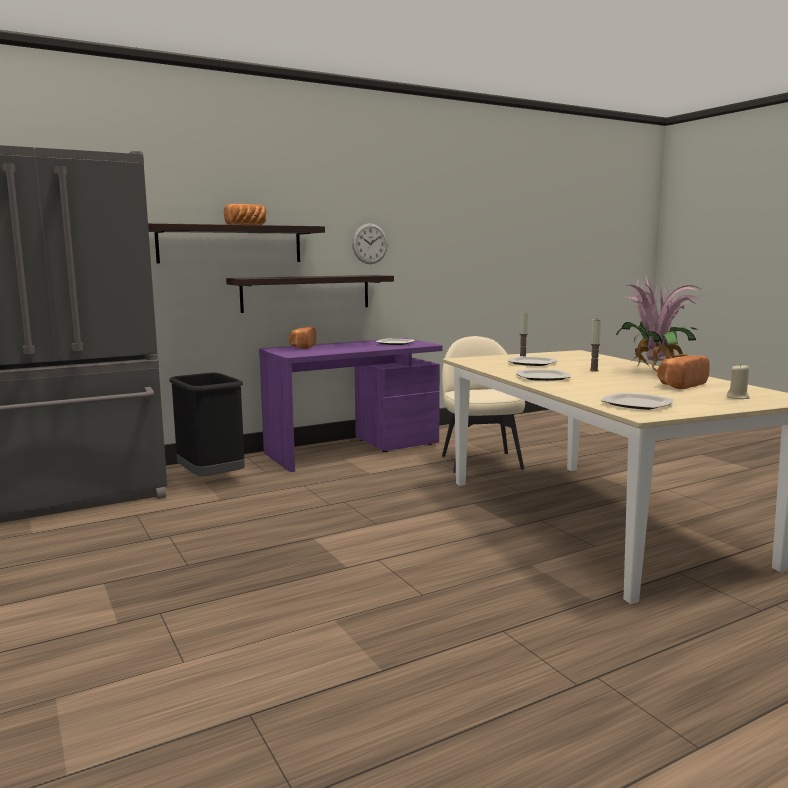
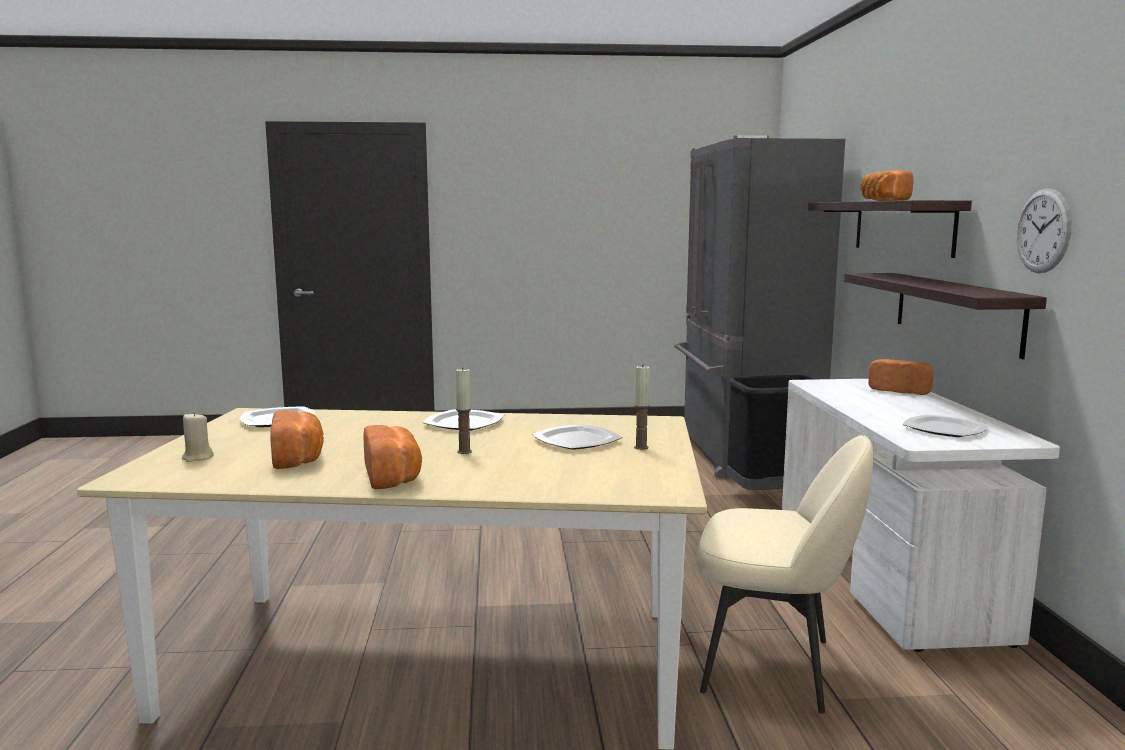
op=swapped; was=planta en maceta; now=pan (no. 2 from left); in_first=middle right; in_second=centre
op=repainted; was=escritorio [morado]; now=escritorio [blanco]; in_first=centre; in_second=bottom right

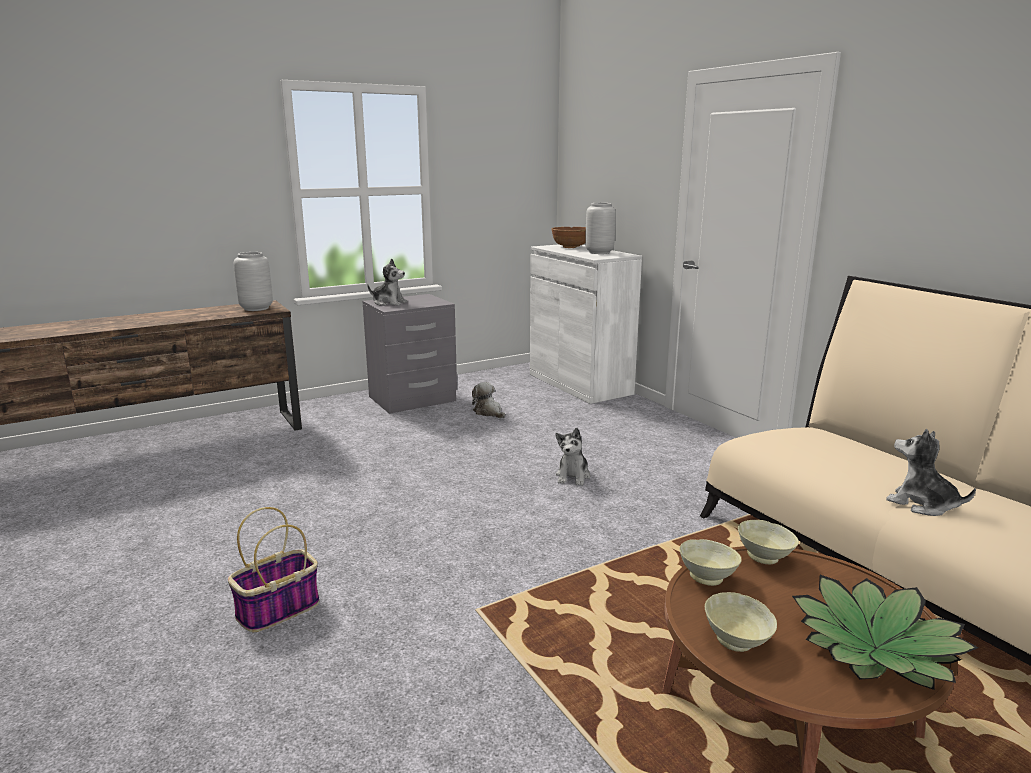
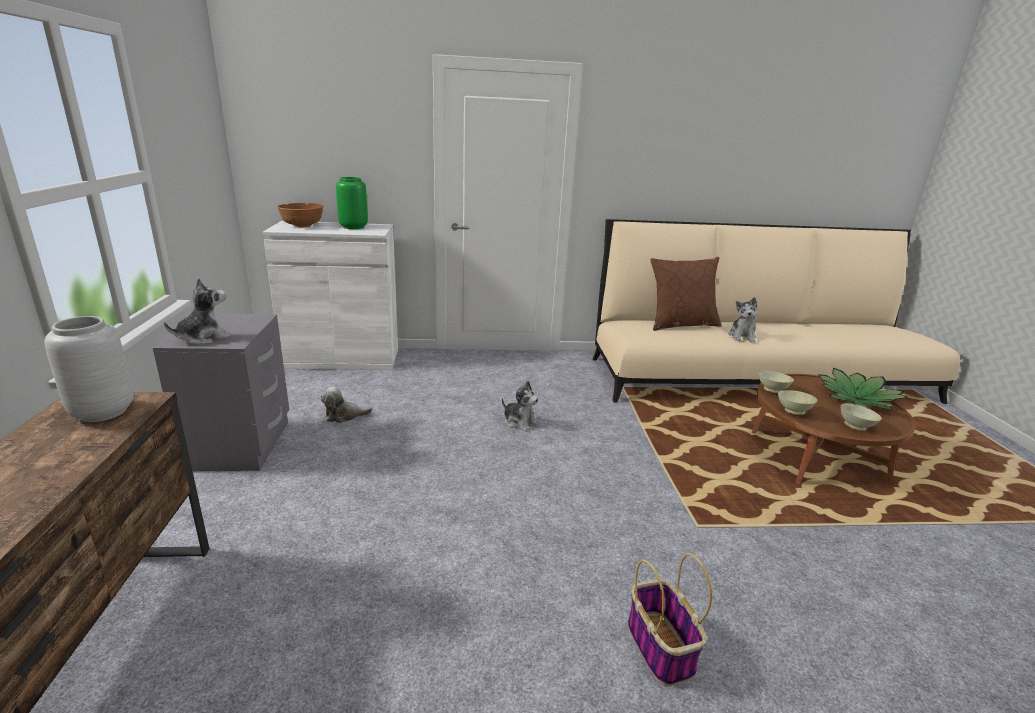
op=repainted; was=florero [gris] (no. 2 from left); now=florero [verde]; in_first=top centre; in_second=top centre
op=new; now=cojín [marrón]; in_second=centre
op=rotated; was=peluche (no. 4 from left); in_first=middle right; in_second=middle right; clockwise=-60

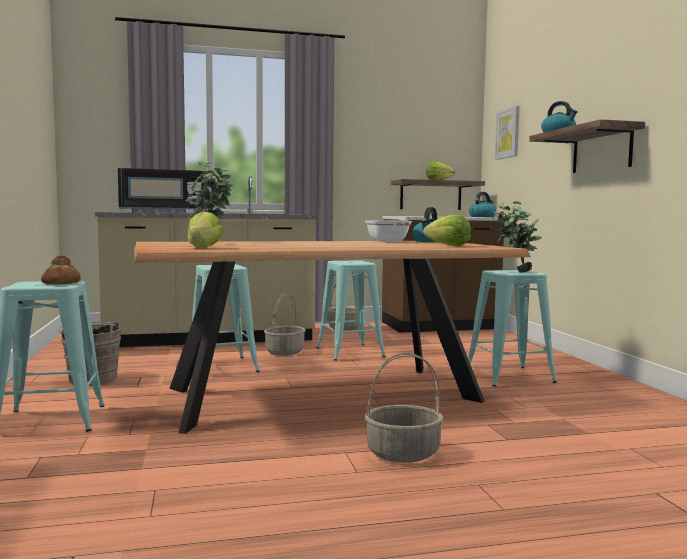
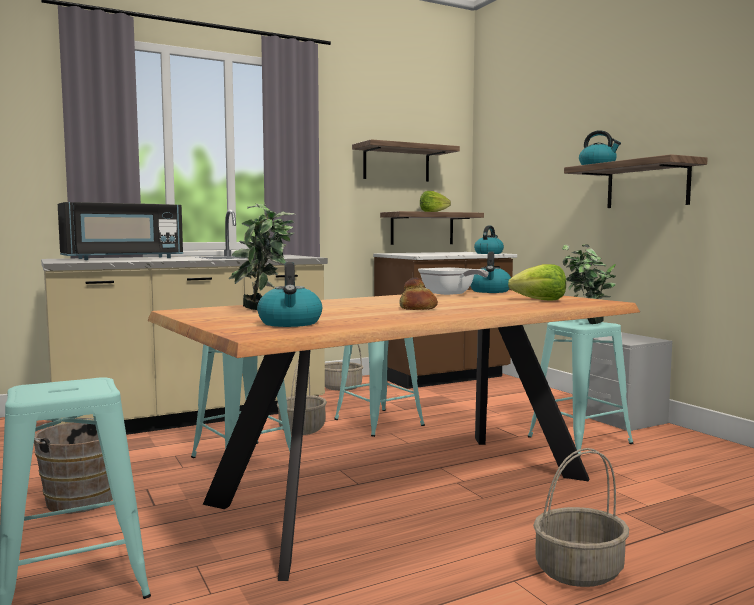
op=swapped; was=lechuga (no. 1 from left); now=hervidor (no. 1 from left); in_first=middle left; in_second=centre
op=new; now=estante (no. 1 from left); in_second=top centre
op=shifted; was=pan; in_first=middle left; in_second=centre
op=new; now=mesita de noche [gris]; in_second=middle right
op=gone; was=cuadro; in_first=top right

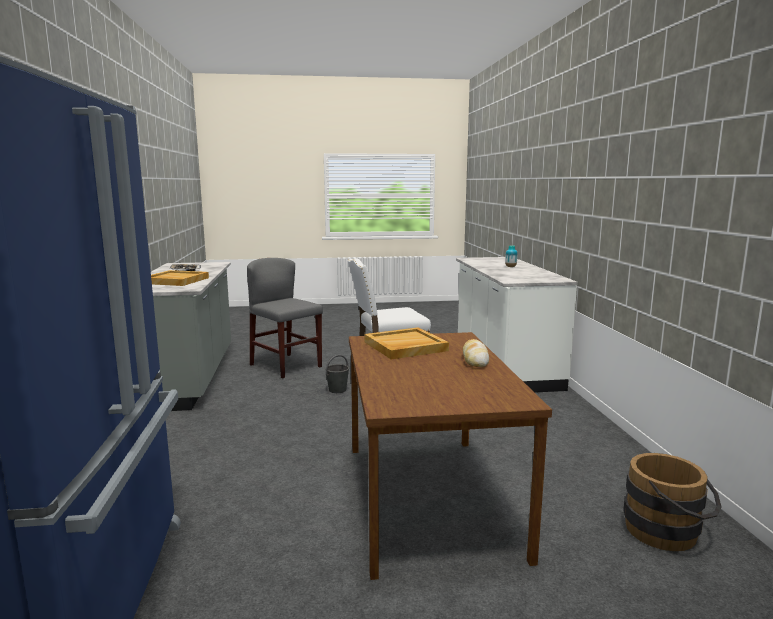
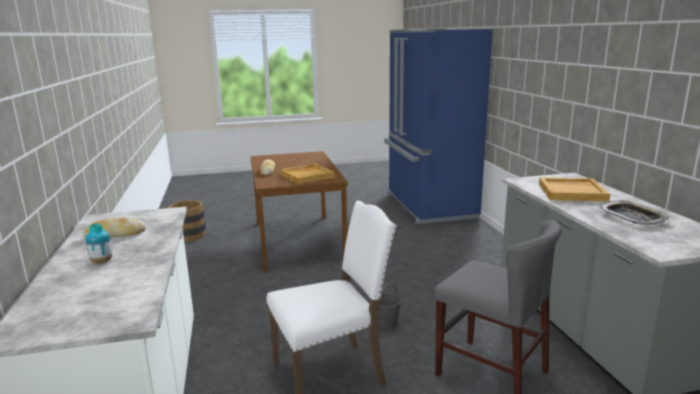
op=new; now=pan (no. 1 from left); in_second=middle left

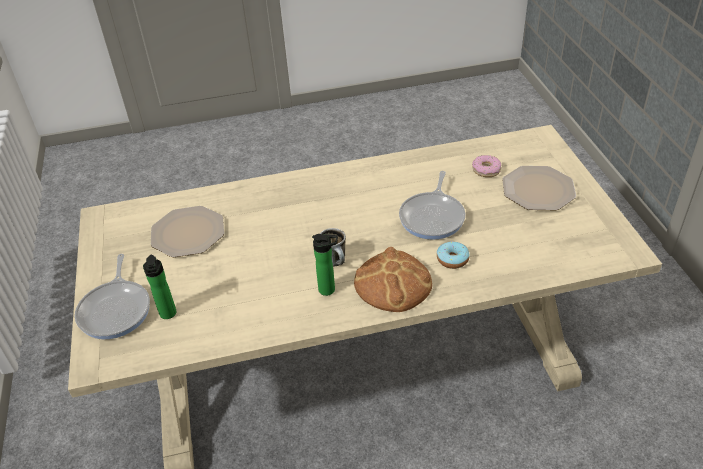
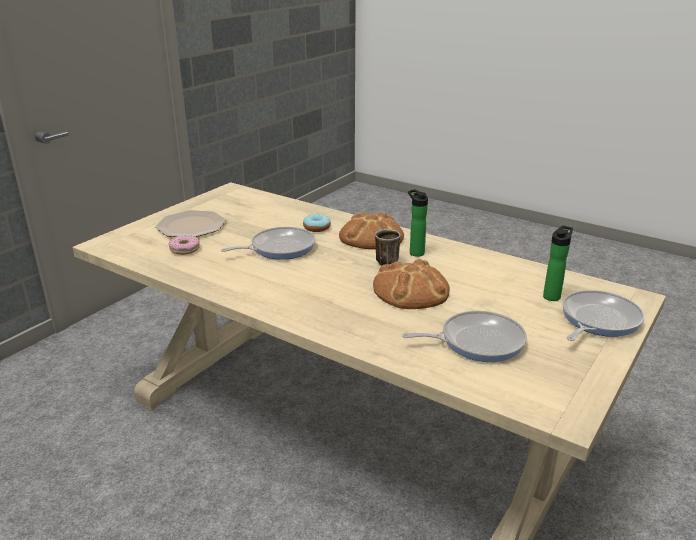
op=new; now=pan (no. 2 from left); in_second=centre
op=swapped; was=plato (no. 1 from left); now=sartén (no. 2 from left); in_first=middle left; in_second=middle right

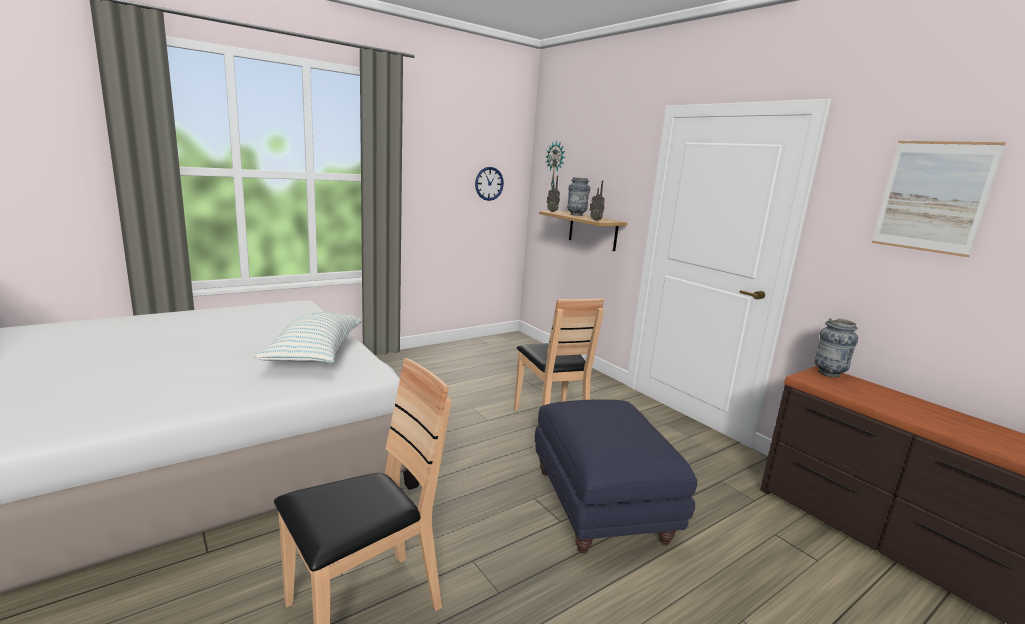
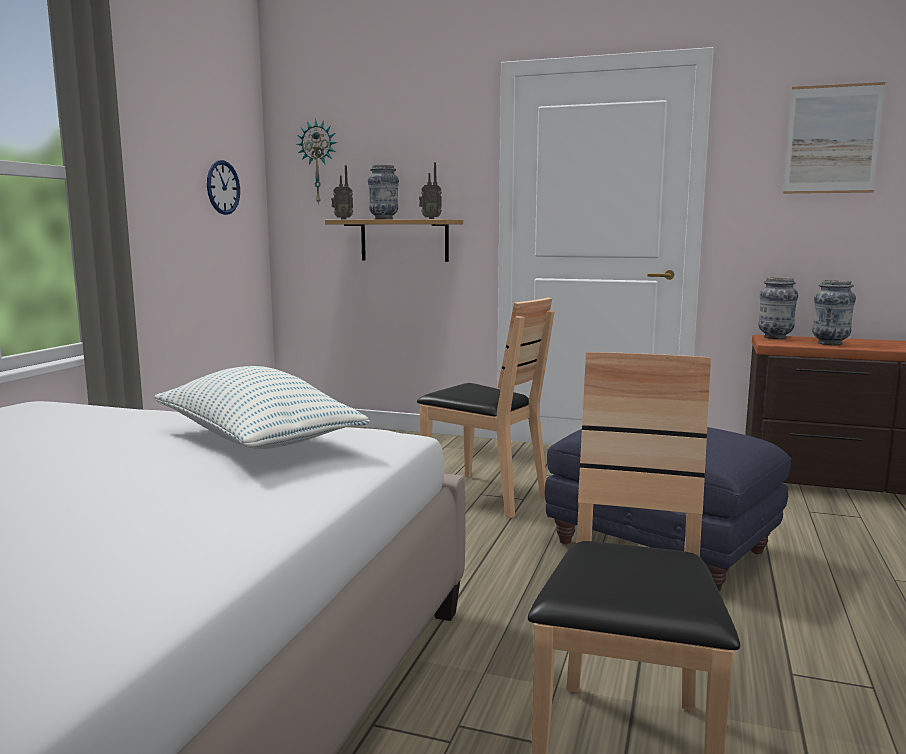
op=new; now=florero (no. 3 from left); in_second=middle right

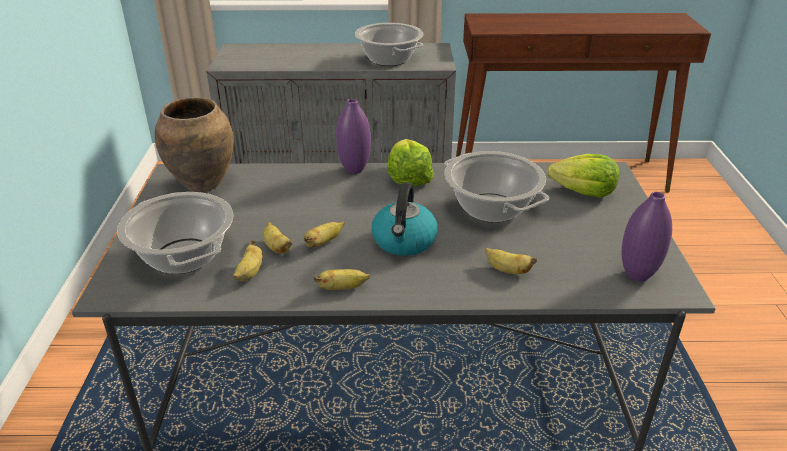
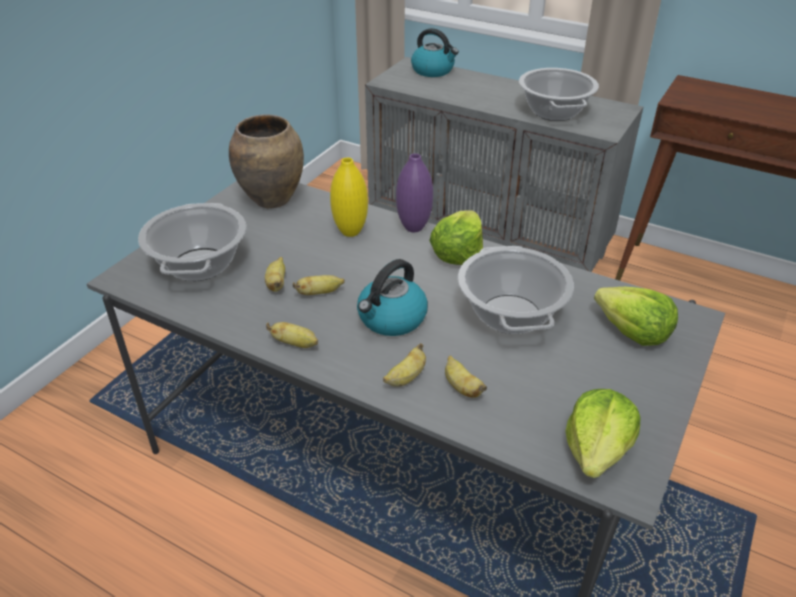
op=new; now=florero [amarillo]; in_second=top centre
op=shifted; was=plátano (no. 1 from left in the first image); now=plátano (no. 4 from left); in_first=middle left; in_second=centre
op=new; now=hervidor (no. 2 from left); in_second=top centre
op=swapped; was=florero [morado] (no. 2 from left); now=lechuga (no. 2 from left); in_first=middle right; in_second=bottom right

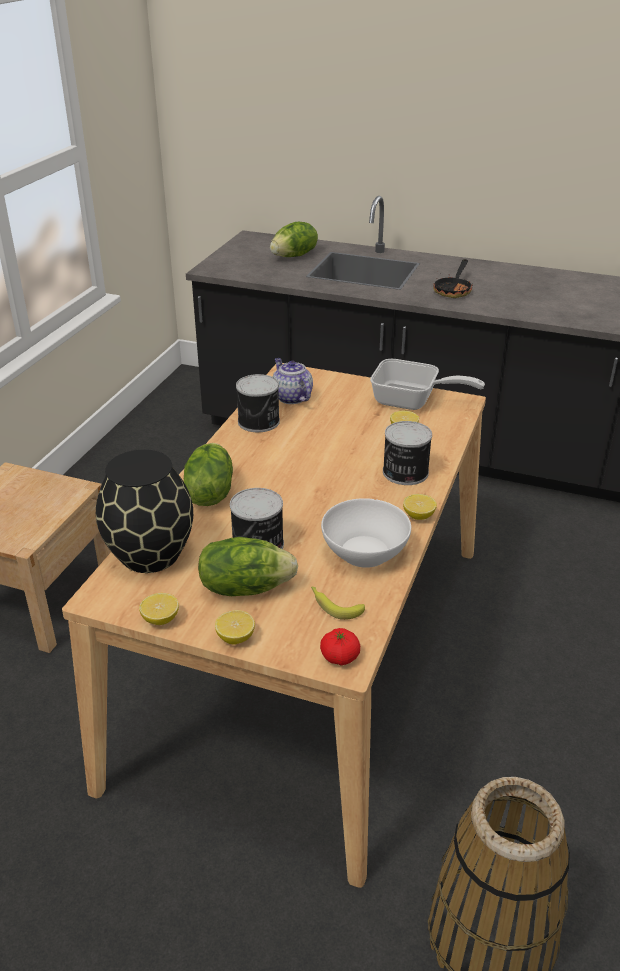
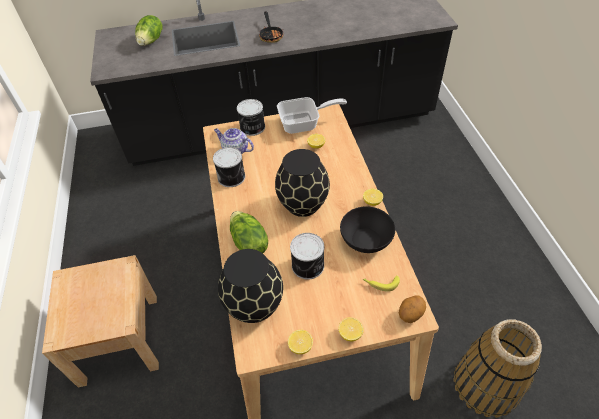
op=shifted; was=lata (no. 3 from left in the first image); now=lata (no. 2 from left); in_first=centre; in_second=top centre
op=new; now=florero [negro] (no. 2 from left); in_second=centre
op=repainted; was=cuenco [blanco]; now=cuenco [negro]; in_first=centre; in_second=centre
op=swapped; was=tomate; now=patata; in_first=centre; in_second=bottom right
op=gone; was=lechuga (no. 2 from left); in_first=centre

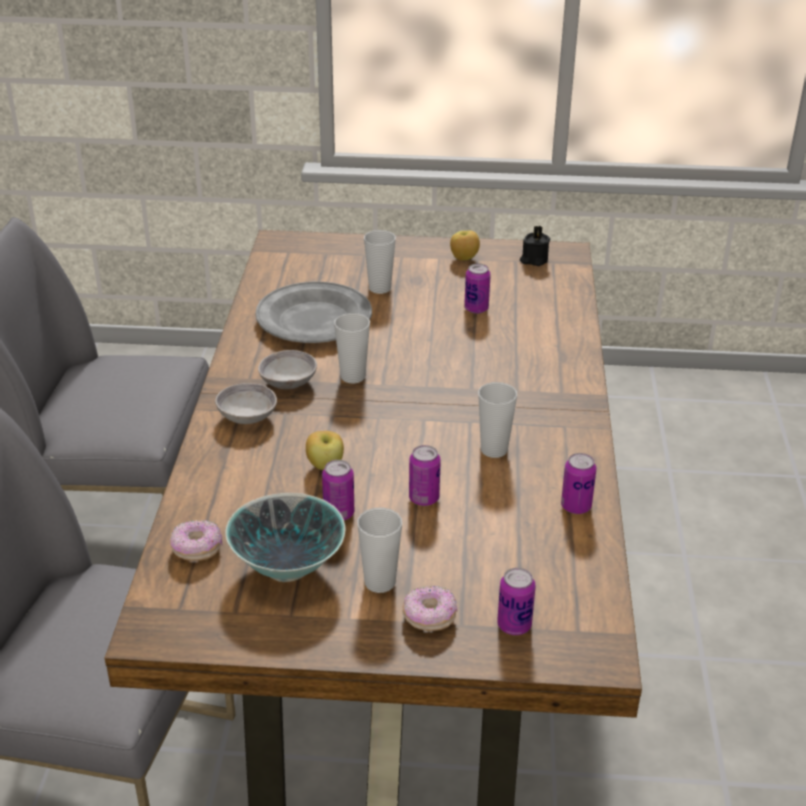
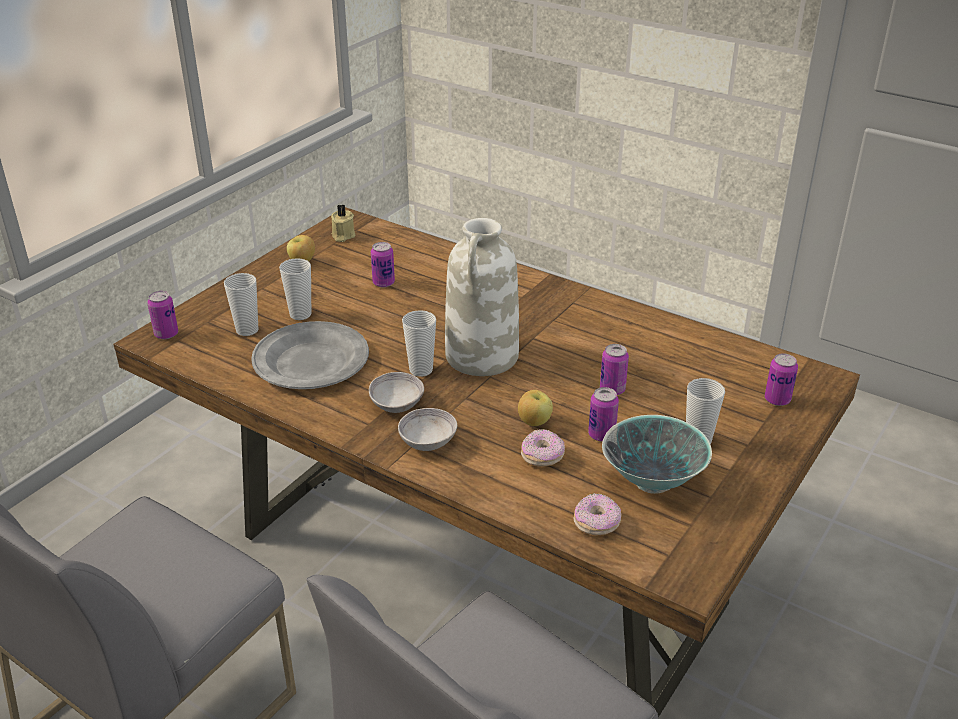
op=shifted; was=lata (no. 5 from left in the first image); now=lata (no. 1 from left); in_first=middle right; in_second=middle left
op=shifted; was=taza (no. 4 from left in the first image); now=taza (no. 1 from left); in_first=centre; in_second=middle left
op=repainted; was=vela [negro]; now=vela [beis]; in_first=top centre; in_second=top centre
op=new; now=florero [blanco]; in_second=centre
op=shifted; was=rosquilla (no. 2 from left in the first image); now=rosquilla (no. 1 from left); in_first=bottom centre; in_second=centre

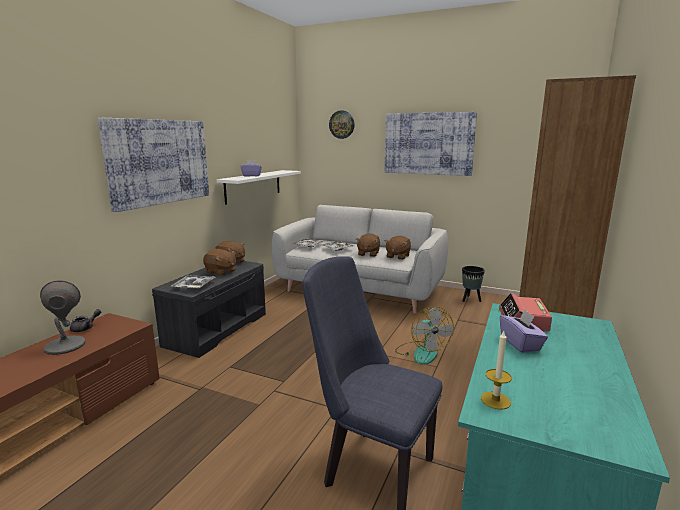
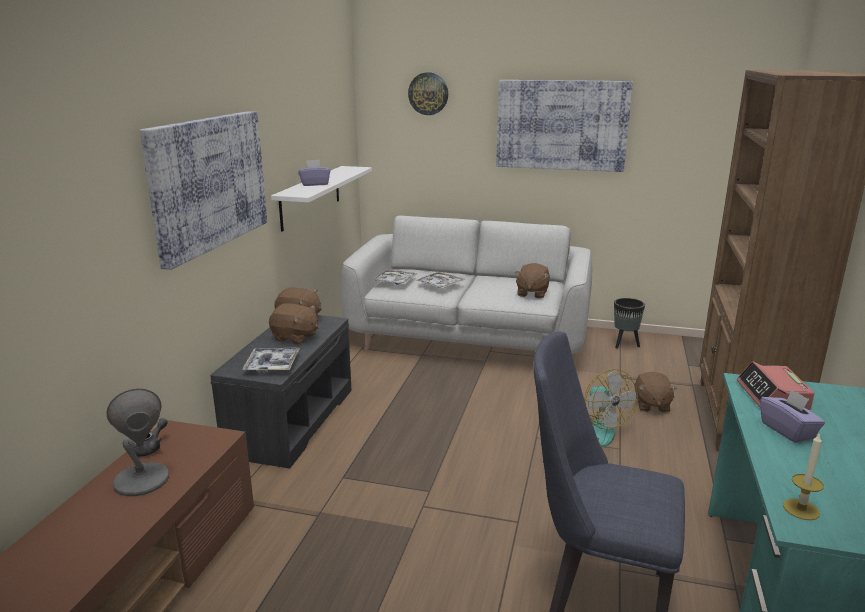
op=shifted; was=peluche [marrón] (no. 3 from left in the first image); now=peluche [marrón] (no. 4 from left); in_first=centre; in_second=middle right

